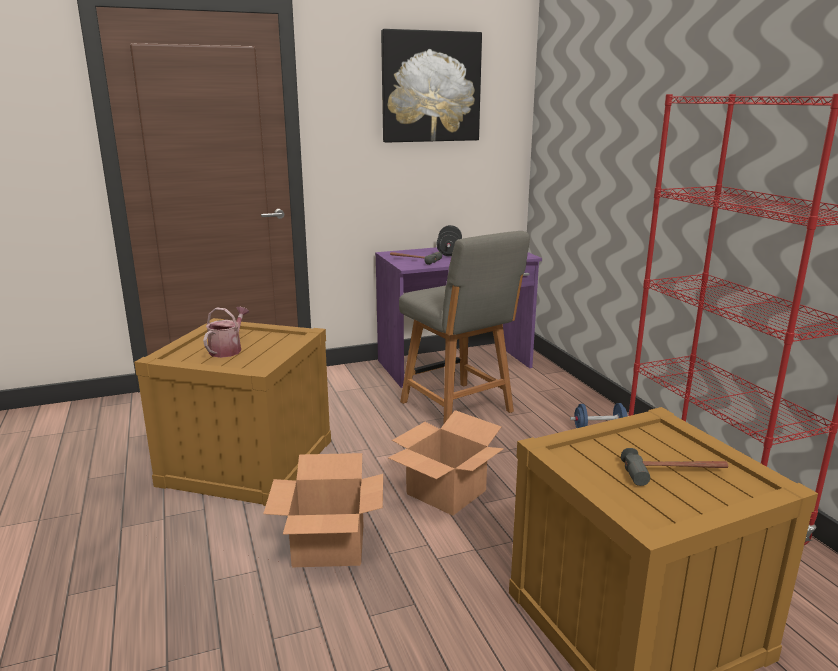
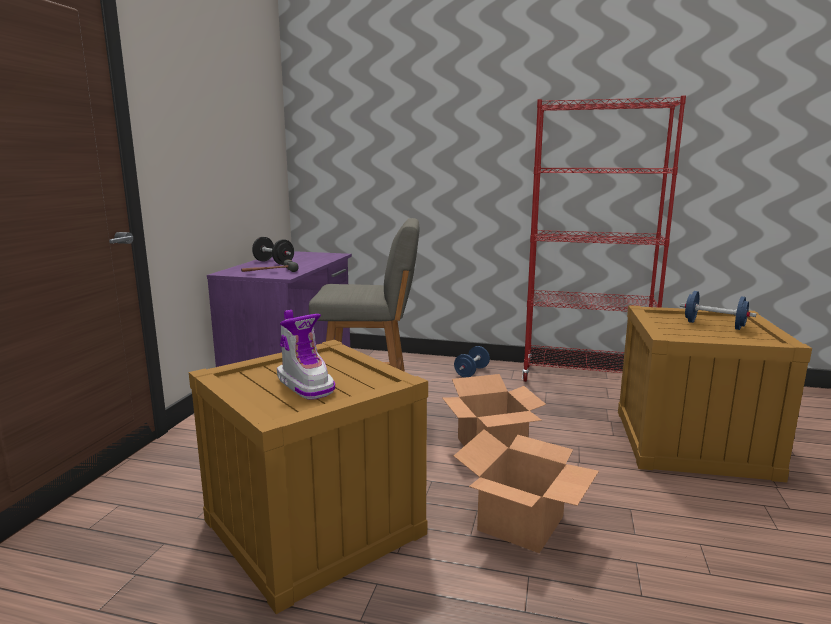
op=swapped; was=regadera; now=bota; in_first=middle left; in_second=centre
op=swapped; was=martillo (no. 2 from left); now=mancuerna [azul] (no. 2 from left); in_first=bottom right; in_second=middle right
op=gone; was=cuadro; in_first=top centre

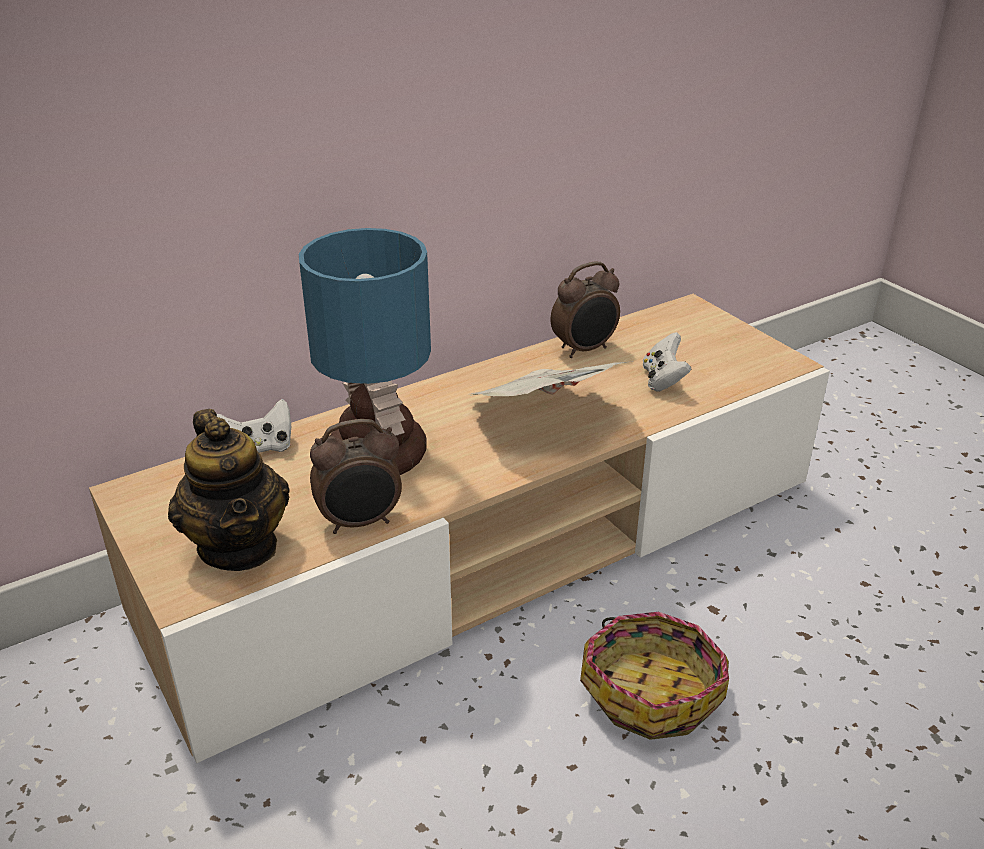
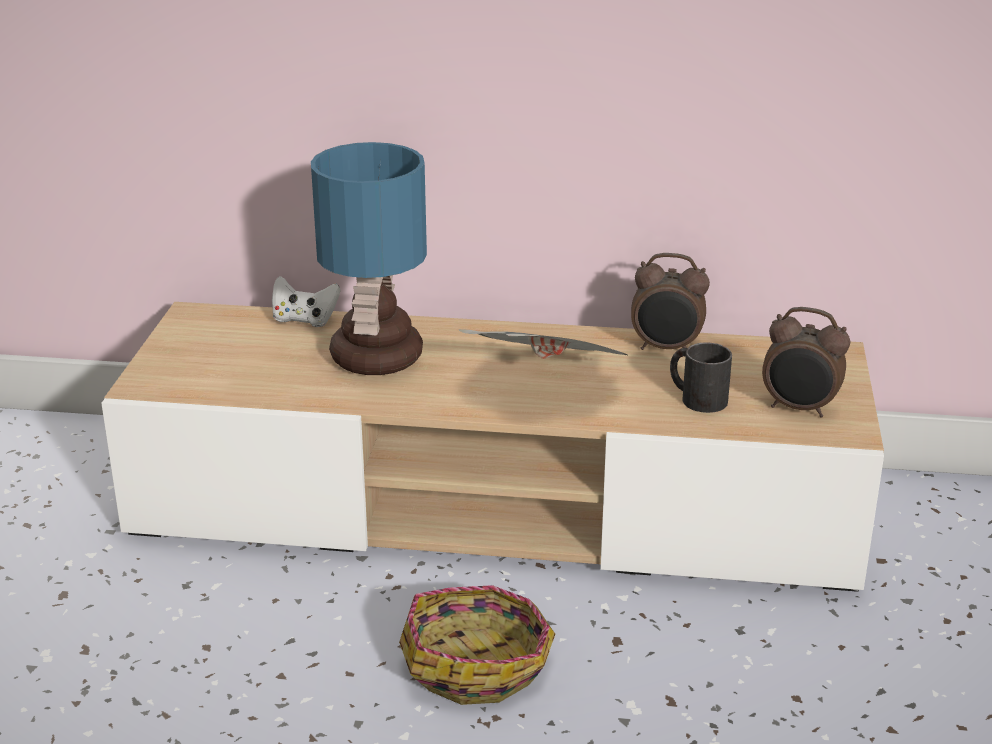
op=swapped; was=mando de consola [blanco] (no. 2 from left); now=taza grande [negro]; in_first=middle right; in_second=middle right
op=shifted; was=despertador (no. 1 from left in the first image); now=despertador (no. 2 from left); in_first=centre; in_second=middle right
op=gone; was=tetera; in_first=middle left

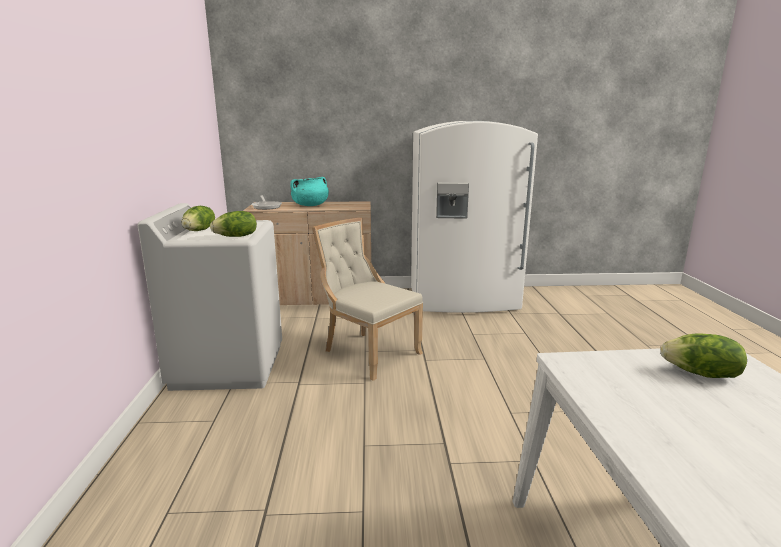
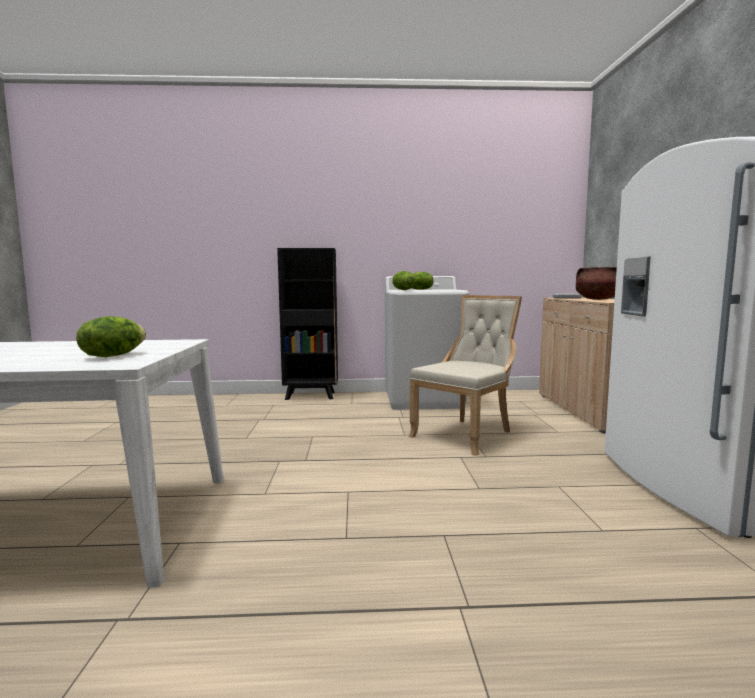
op=new; now=estantería [negro]; in_second=centre
op=repainted; was=olla [turquesa]; now=olla [marrón]; in_first=centre; in_second=middle right

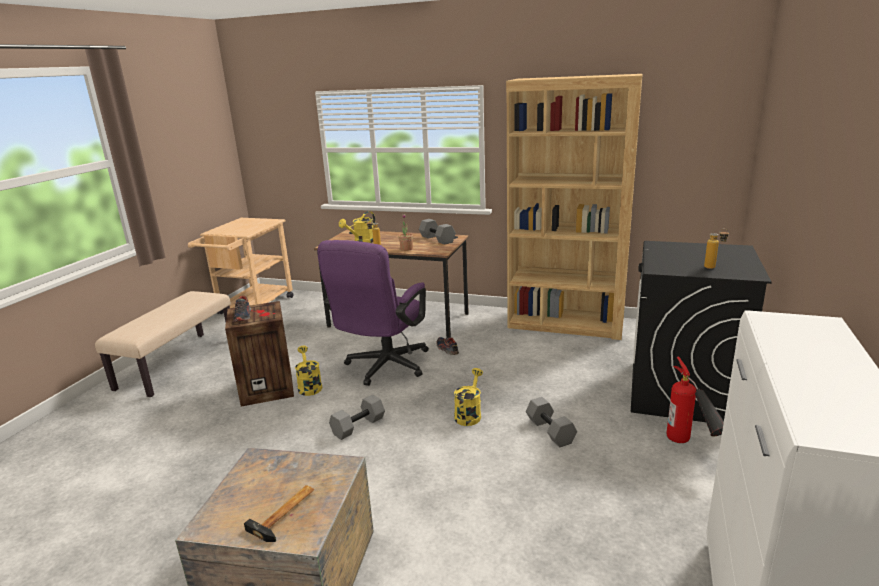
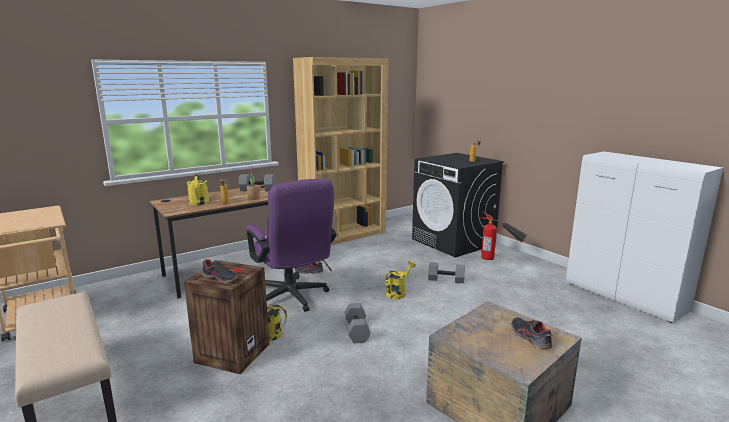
op=rotated; was=regadera [amarillo] (no. 3 from left); in_first=bottom centre; in_second=centre; clockwise=75
op=swapped; was=martillo; now=zapato (no. 3 from left); in_first=bottom left; in_second=bottom right

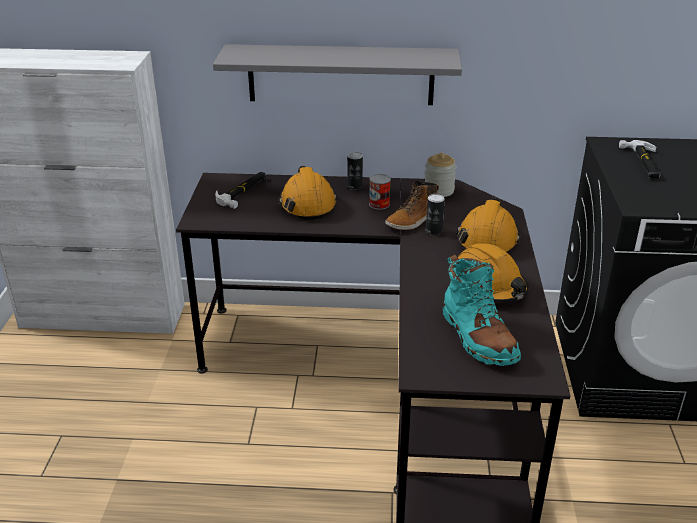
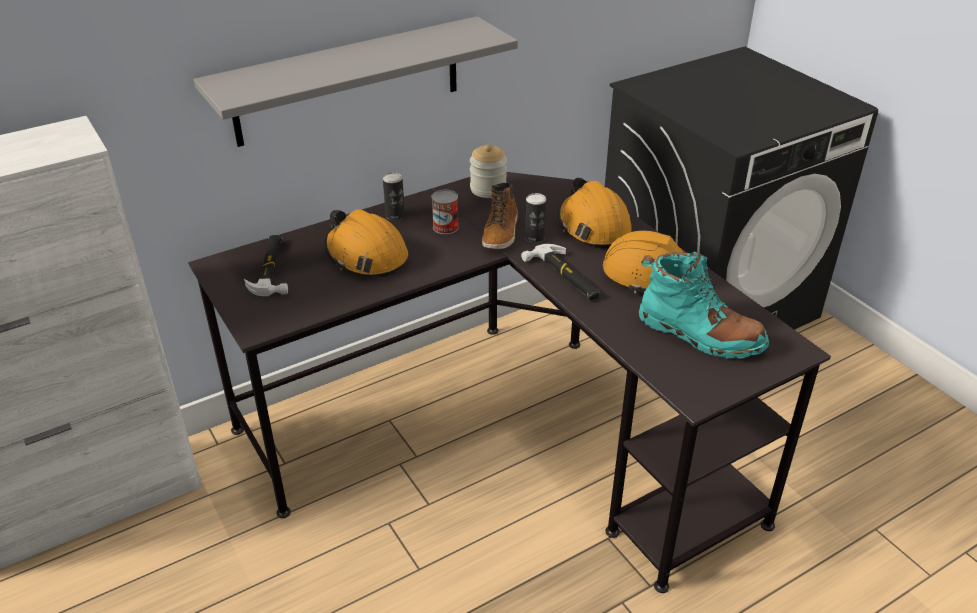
op=shifted; was=martillo (no. 2 from left); in_first=top right; in_second=centre

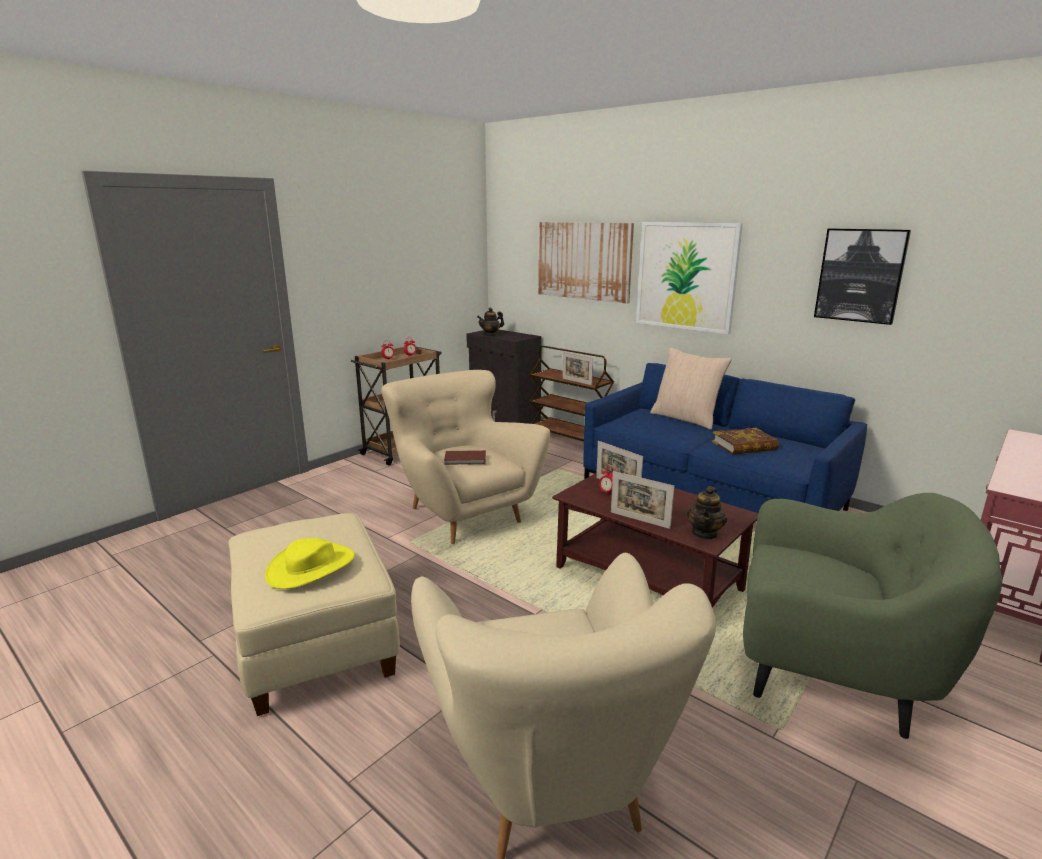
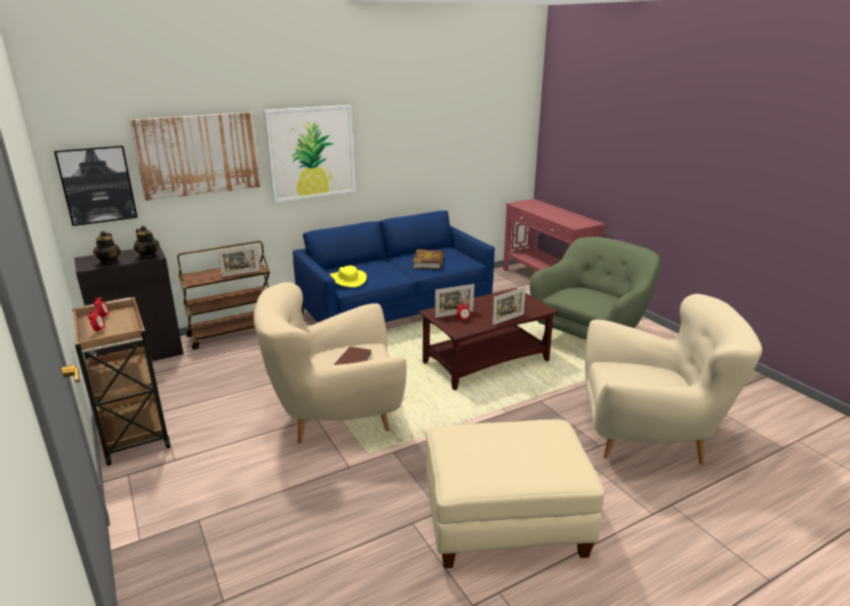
op=shifted; was=cuadro (no. 3 from left in the first image); now=cuadro (no. 1 from left); in_first=top right; in_second=top left
op=shifted; was=tetera (no. 2 from left); in_first=middle right; in_second=middle left
op=shifted; was=sombrero [amarillo]; in_first=middle left; in_second=centre
op=gone; was=cojín [beis]; in_first=centre

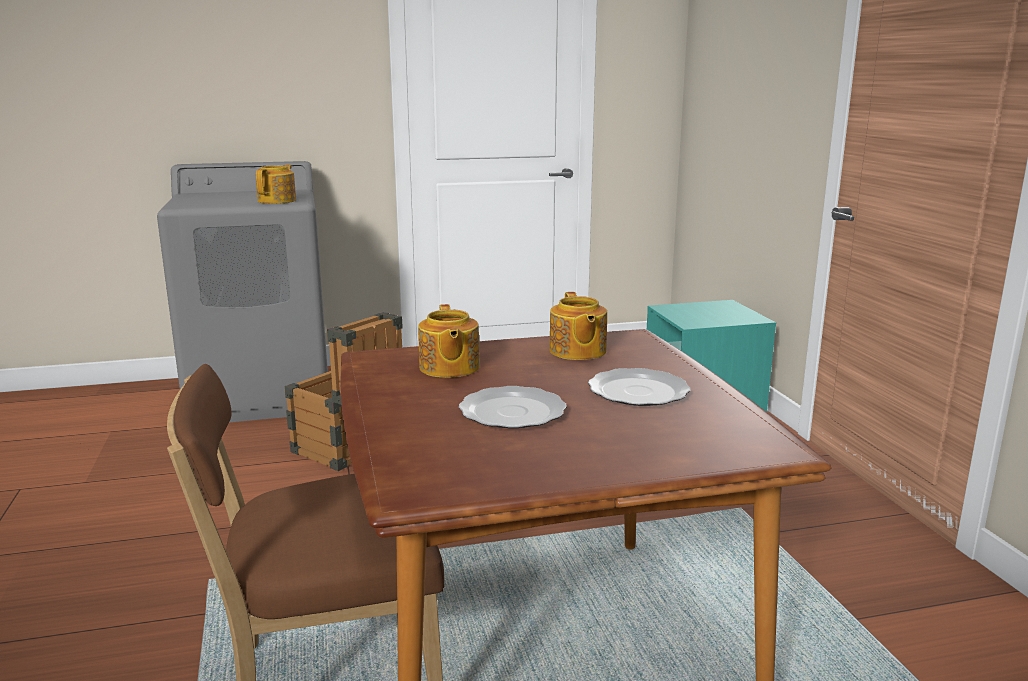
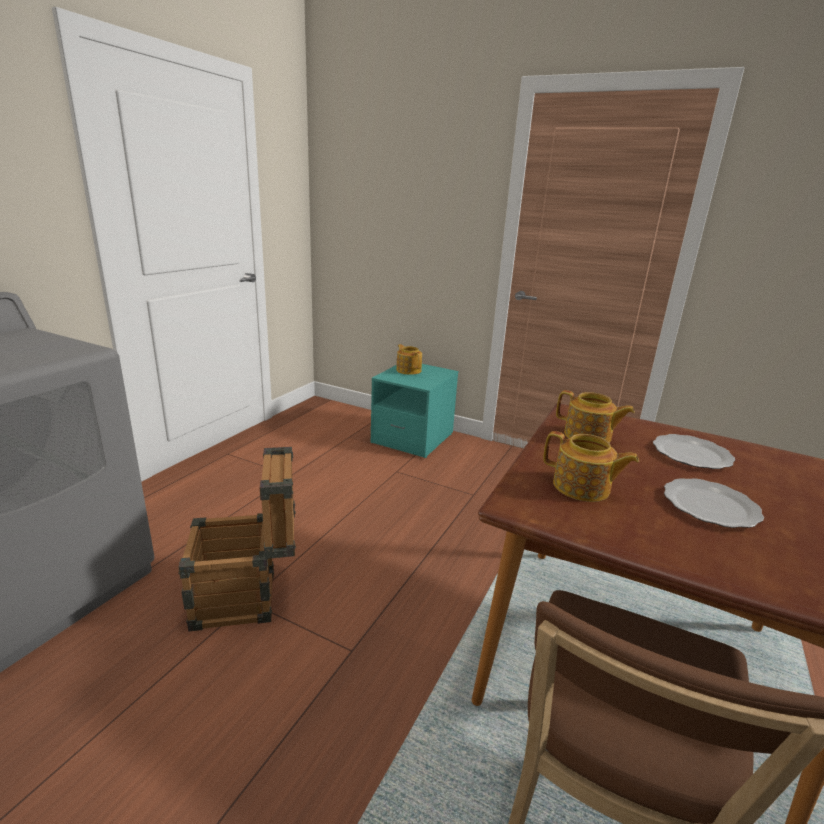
op=shifted; was=tetera (no. 1 from left); in_first=top left; in_second=centre

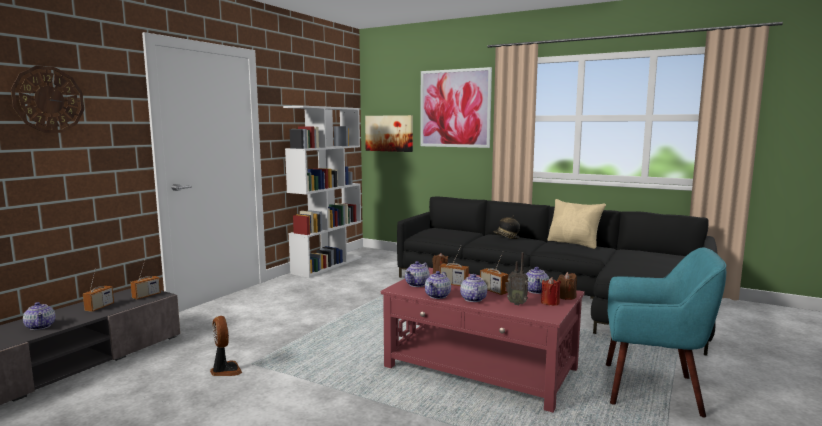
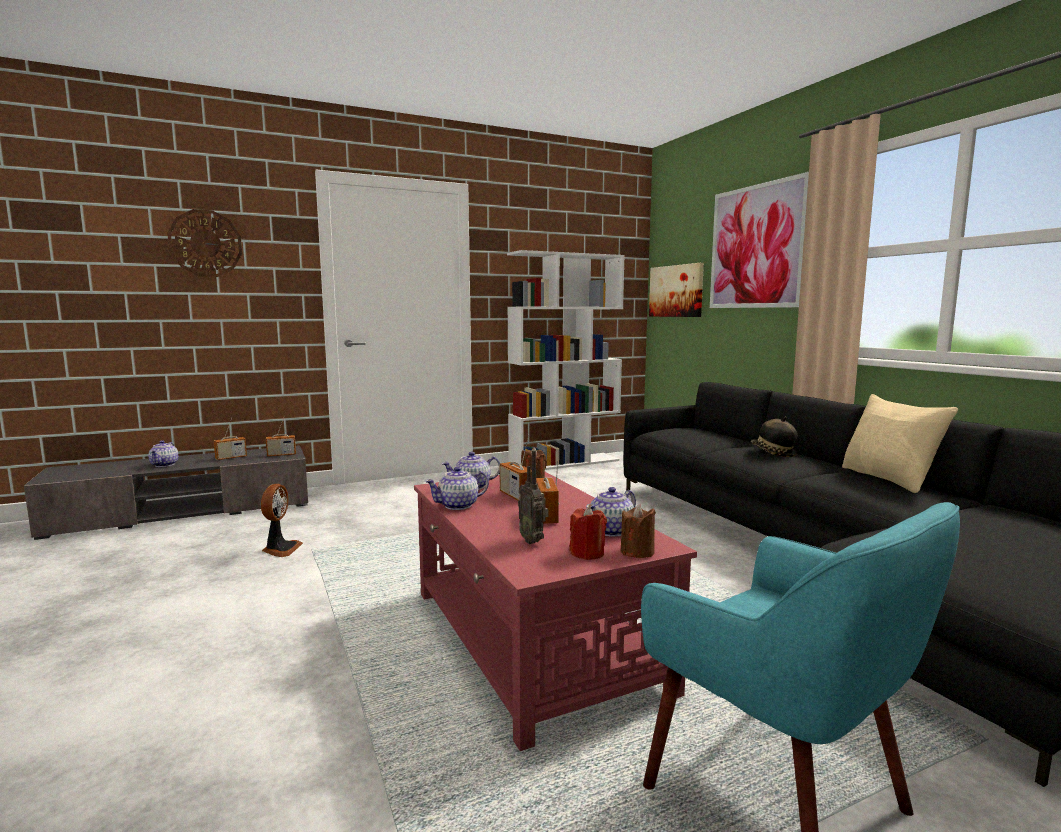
op=gone; was=tetera (no. 4 from left); in_first=bottom centre

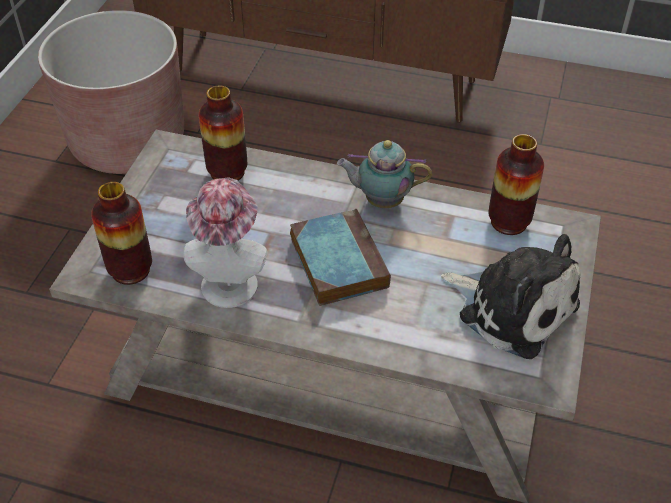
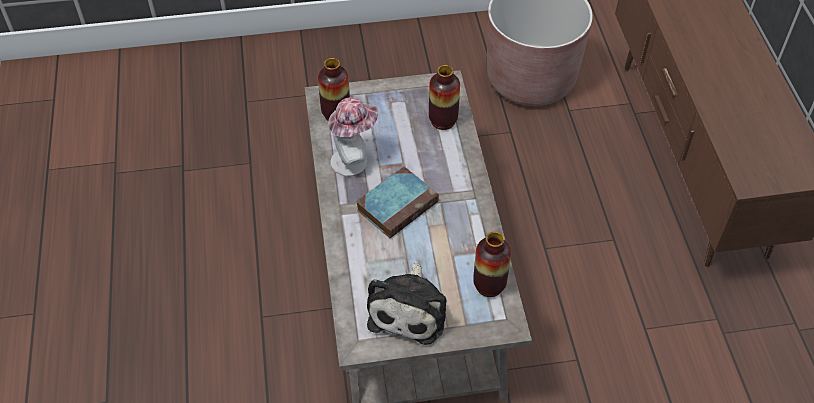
op=gone; was=tetera; in_first=centre

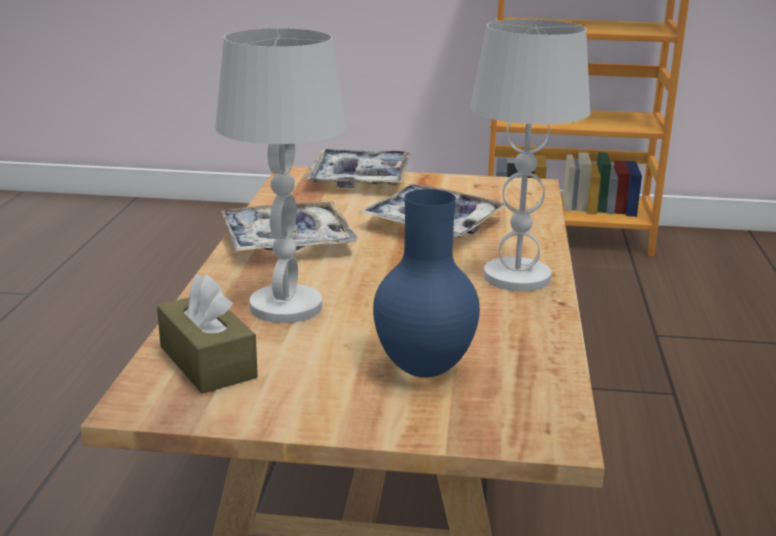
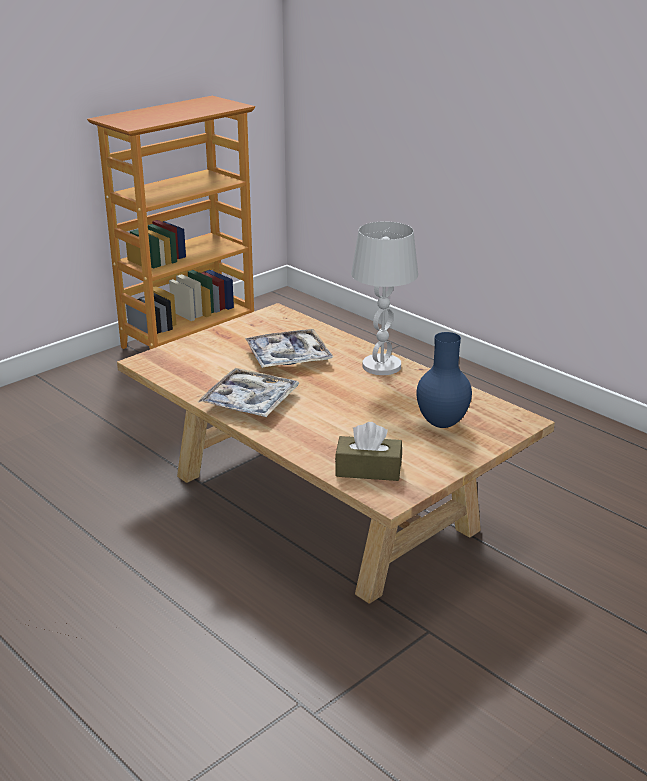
op=gone; was=lámpara de mesa [blanco] (no. 1 from left); in_first=top centre
op=gone; was=bandeja (no. 2 from left); in_first=top centre

